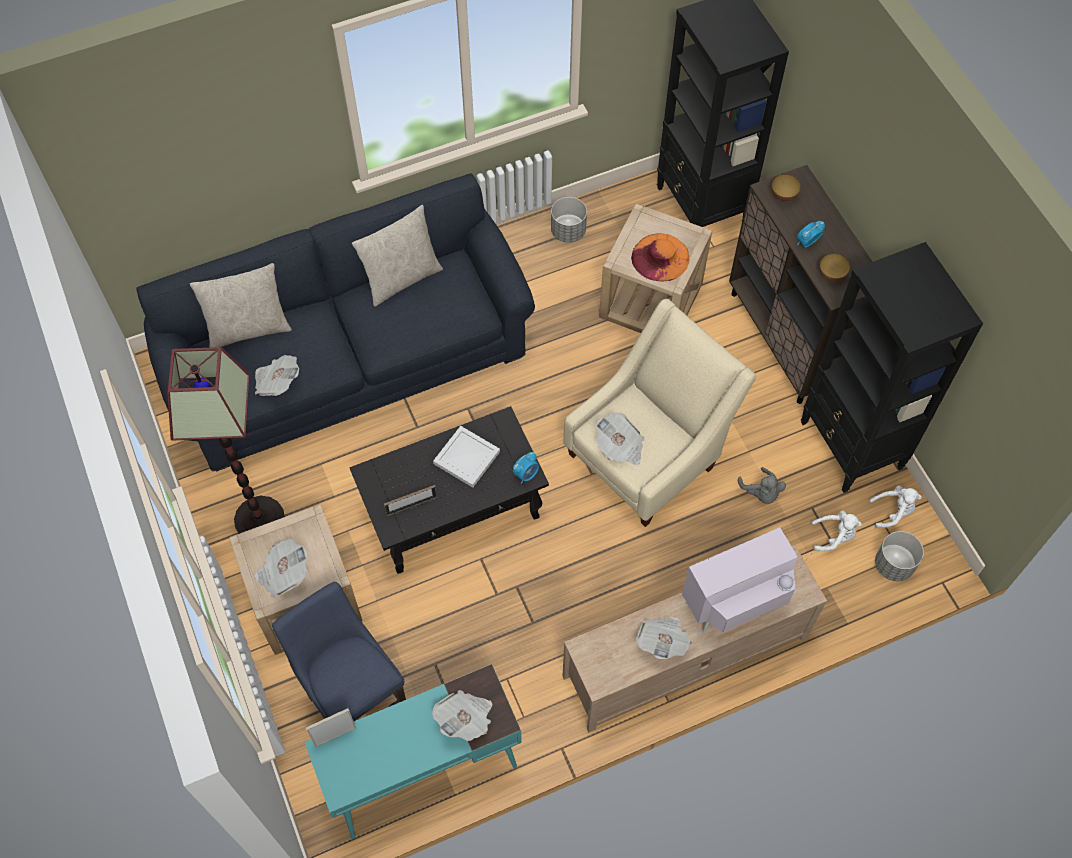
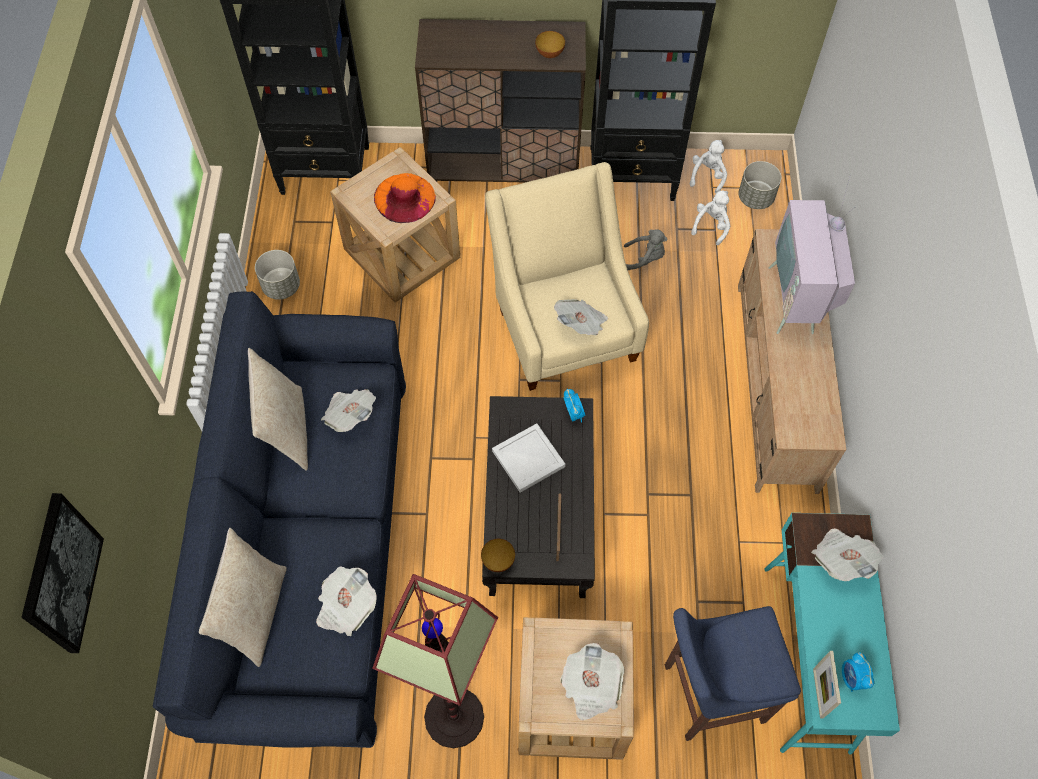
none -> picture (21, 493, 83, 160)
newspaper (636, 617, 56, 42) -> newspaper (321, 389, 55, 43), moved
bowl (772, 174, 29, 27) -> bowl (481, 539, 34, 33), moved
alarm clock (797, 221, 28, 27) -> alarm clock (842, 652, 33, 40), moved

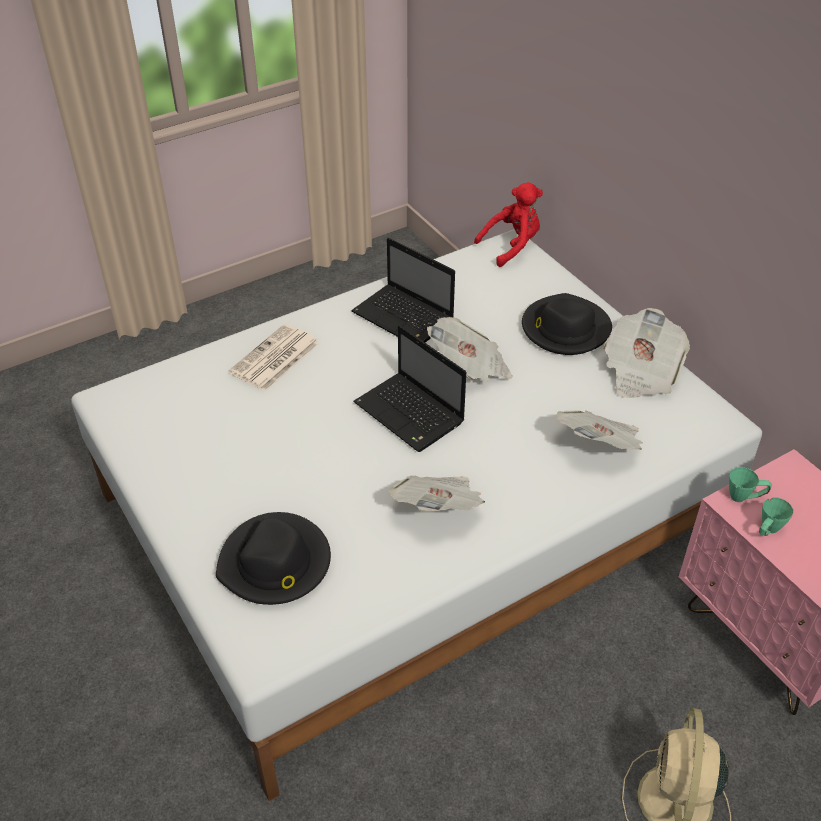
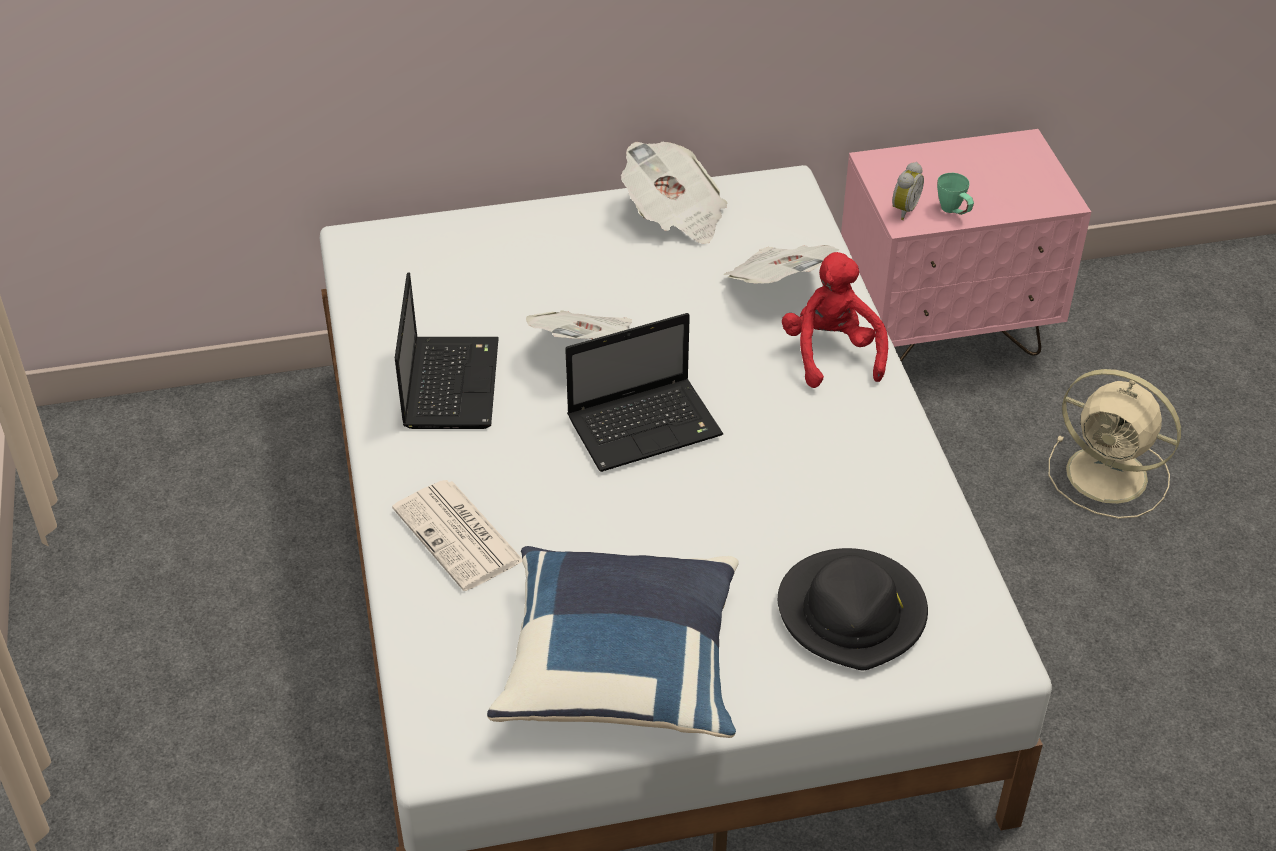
laptop (351, 238, 104, 105) -> laptop (395, 273, 104, 156), 60 degrees counterclockwise
none -> pillow (blue) (487, 546, 252, 192)
plush toy (red) (474, 182, 69, 85) -> plush toy (red) (782, 252, 106, 136), moved
mug (green) (729, 467, 43, 35) -> alarm clock (892, 162, 32, 58)
newspaper (389, 476, 96, 35) -> none
hat (black) (522, 293, 90, 62) -> none

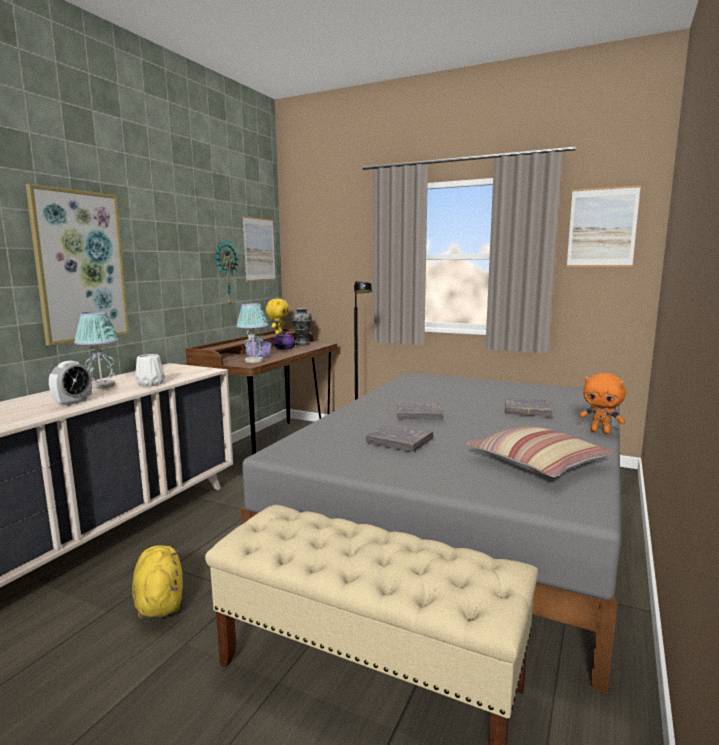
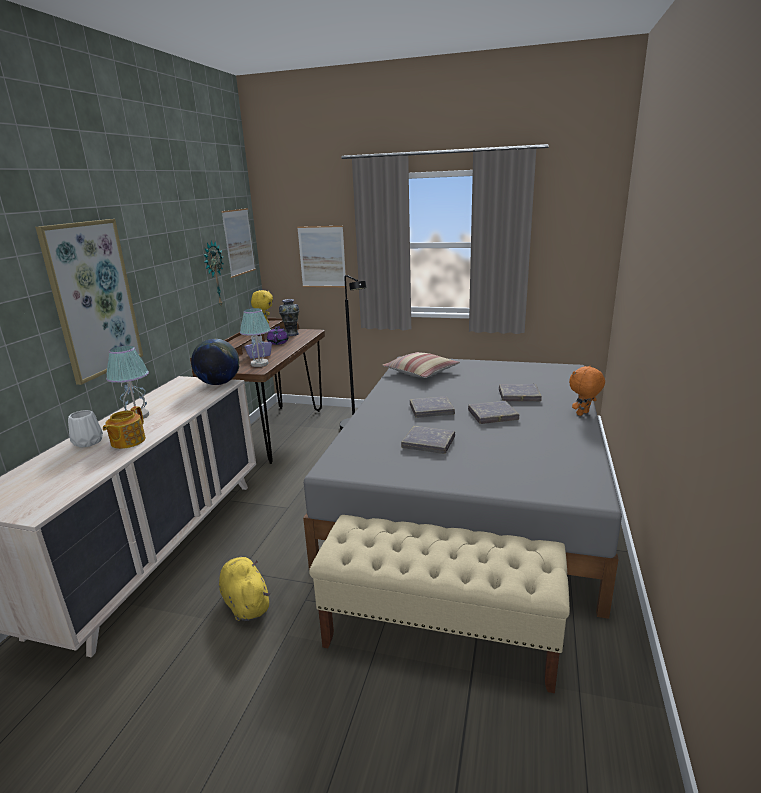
vase (white) (135, 354, 30, 32) -> vase (white) (68, 410, 35, 38), moved
alarm clock (49, 361, 43, 45) -> teapot (103, 406, 43, 43)
none -> globe (191, 339, 48, 46)
picture (567, 185, 74, 82) -> picture (297, 226, 50, 61), moved
pillow (467, 425, 147, 52) -> pillow (382, 352, 78, 26), moved
none -> book (grey) (468, 401, 51, 23)
plush toy (orange) (579, 373, 47, 61) -> plush toy (orange) (569, 366, 36, 50), 120 degrees clockwise

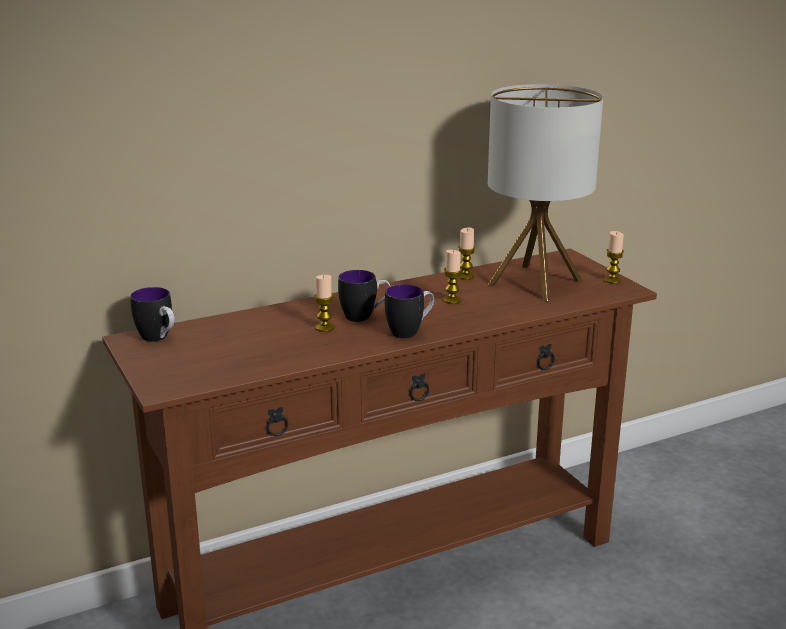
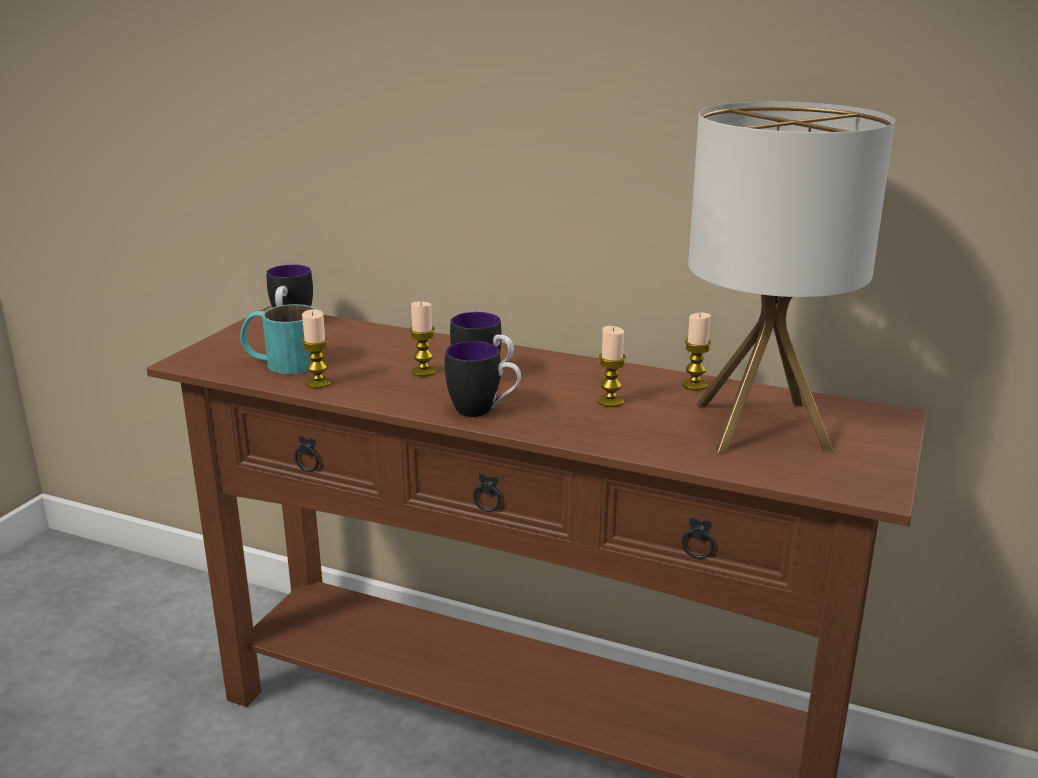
none -> mug (turquoise) (240, 304, 77, 70)
candle (604, 231, 20, 53) -> candle (302, 309, 29, 80), moved

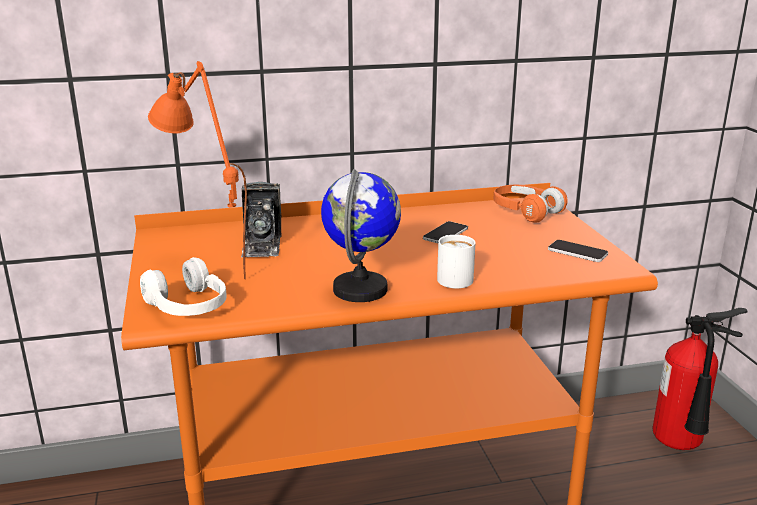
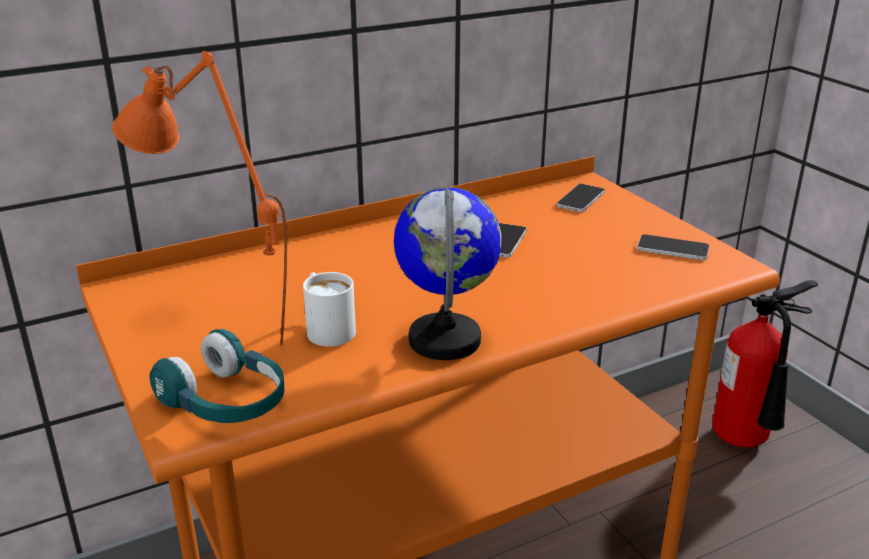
headphones (white) (140, 257, 87, 59) -> headphones (turquoise) (149, 329, 136, 94)
mug (white) (437, 235, 39, 54) -> mug (white) (303, 272, 53, 75), moved
headphones (orange) (494, 185, 73, 38) -> phone (557, 184, 48, 28)
photo camera (241, 182, 41, 76) -> none

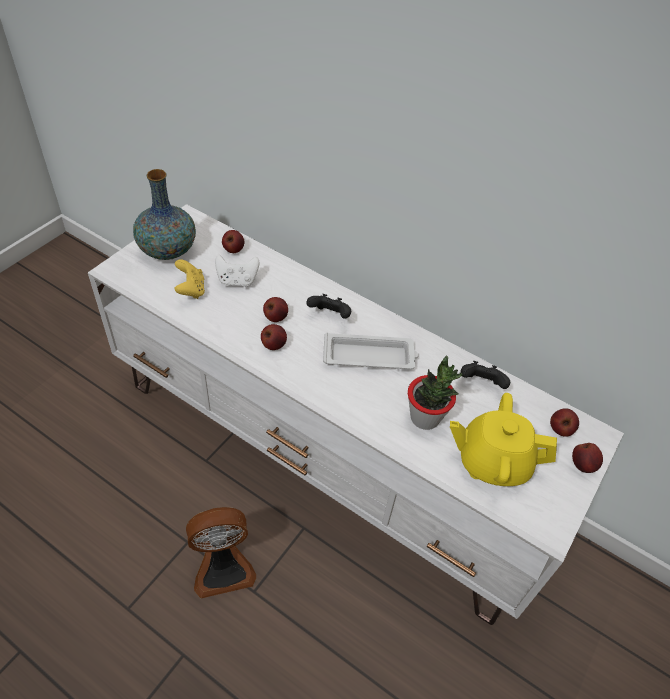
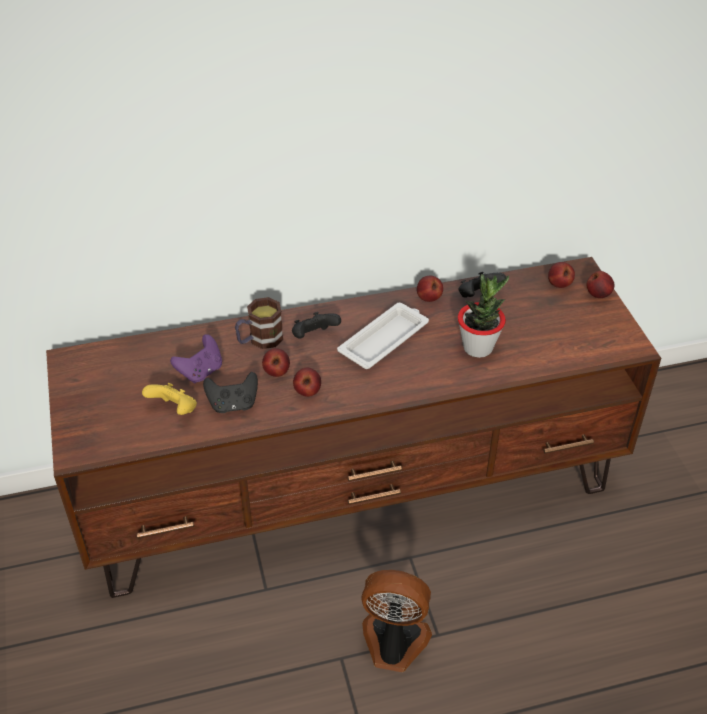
tv stand (white) (88, 204, 536, 421) -> tv stand (brown) (46, 257, 615, 341)
game controller (white) (215, 255, 44, 32) -> game controller (purple) (170, 334, 52, 49)
none -> game controller (black) (203, 372, 55, 41)
none -> mug (235, 297, 48, 52)
fan (186, 507, 70, 91) -> fan (361, 570, 71, 102), 105 degrees counterclockwise
apple (222, 230, 22, 23) -> apple (417, 276, 26, 26), moved
vase (133, 169, 63, 91) -> none
teapot (yellow) (450, 393, 107, 93) -> none

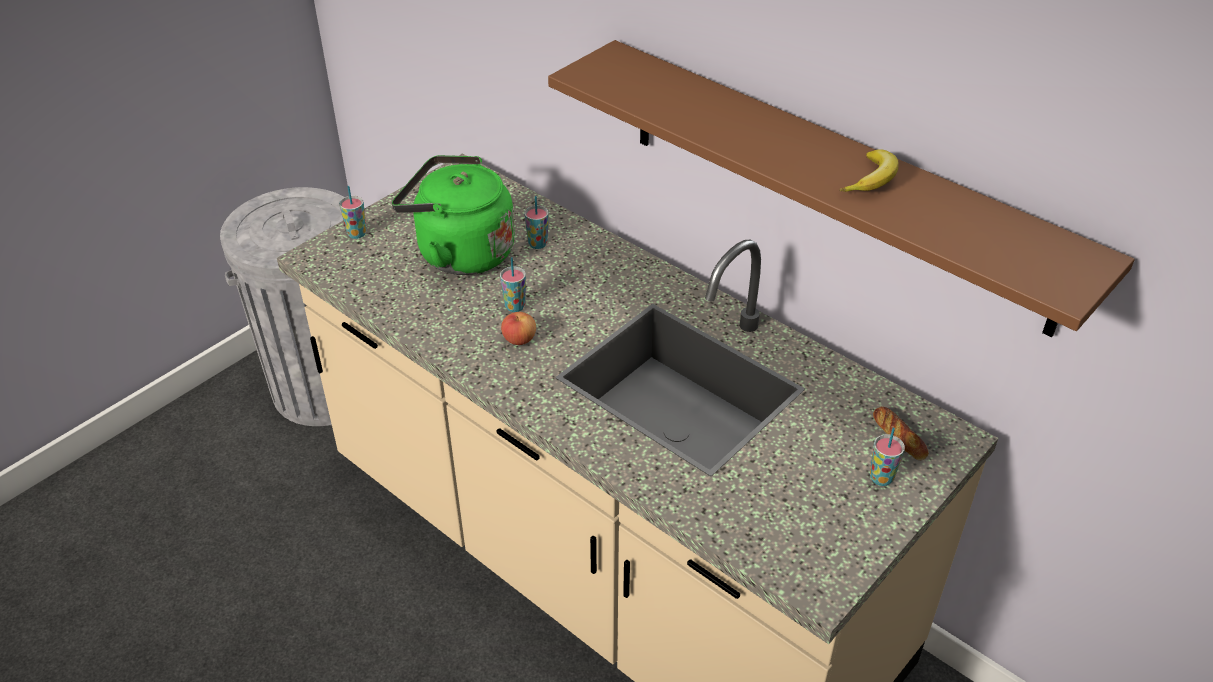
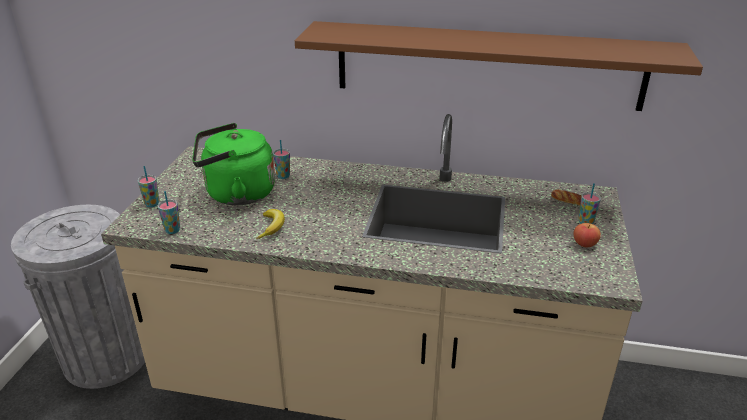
cup (500, 257, 26, 55) -> cup (158, 191, 22, 43), moved
banana (839, 149, 60, 43) -> banana (256, 209, 29, 30), moved
apple (501, 312, 35, 33) -> apple (574, 223, 27, 24), moved

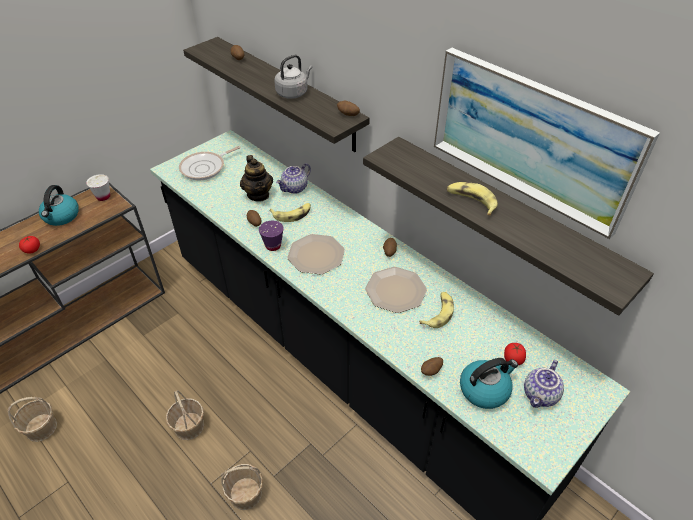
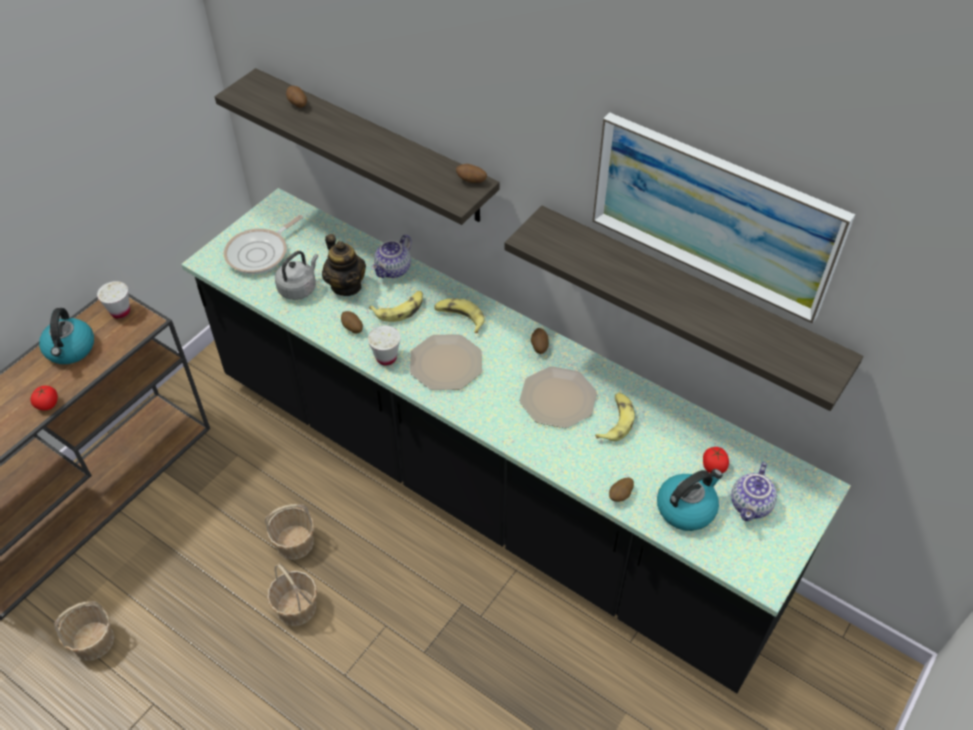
basket (221, 464, 42, 46) -> basket (265, 504, 50, 56), moved
kettle (grey) (274, 55, 38, 44) -> kettle (grey) (275, 251, 43, 49), moved
cup (purple) (259, 221, 25, 30) -> cup (white) (368, 326, 32, 39)
banana (447, 182, 51, 34) -> banana (434, 298, 50, 35), moved

